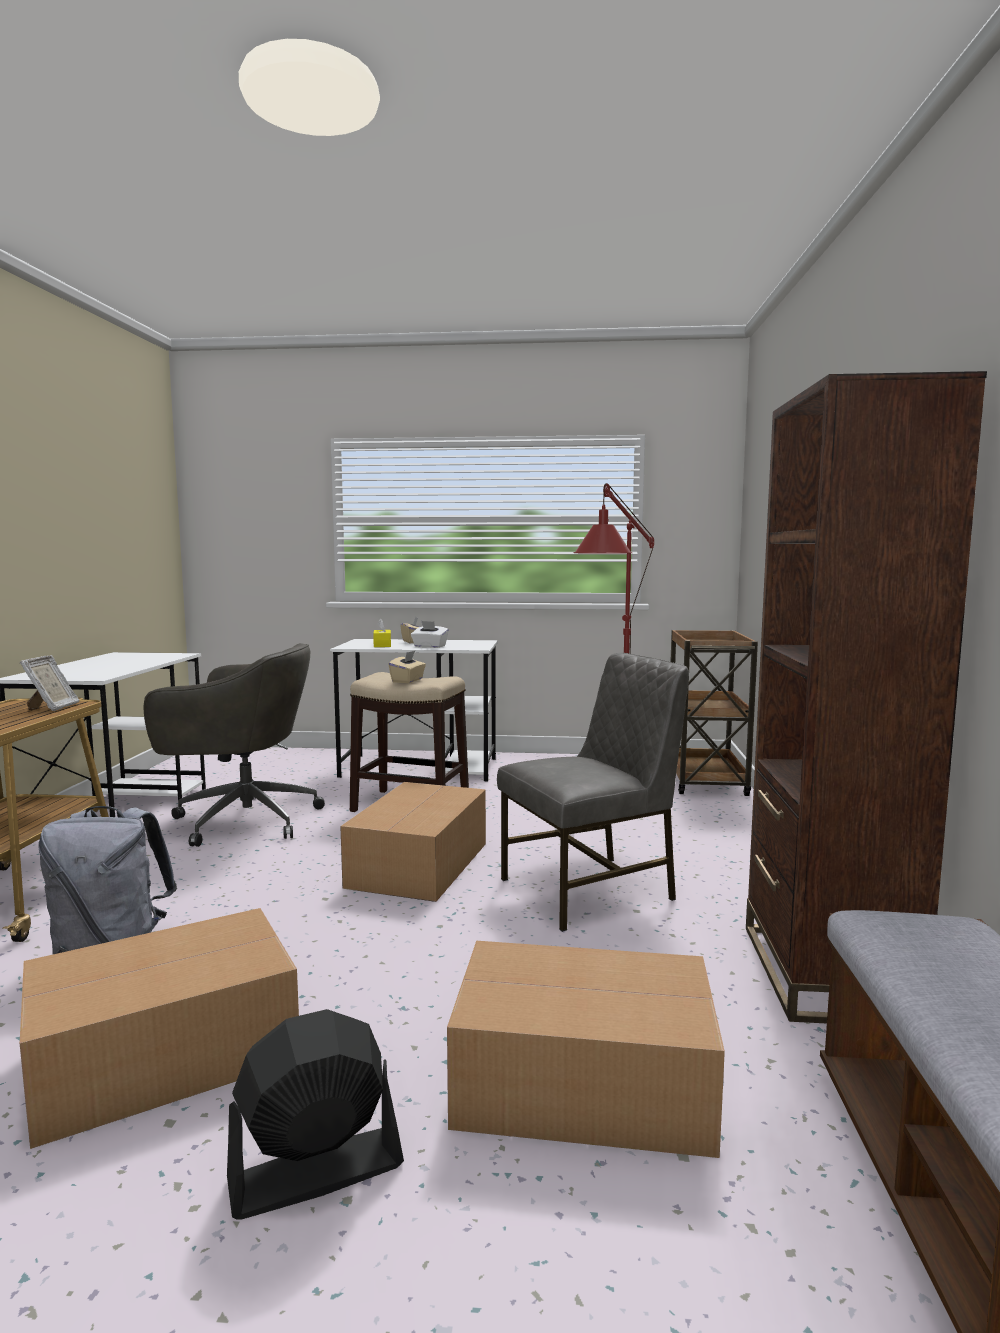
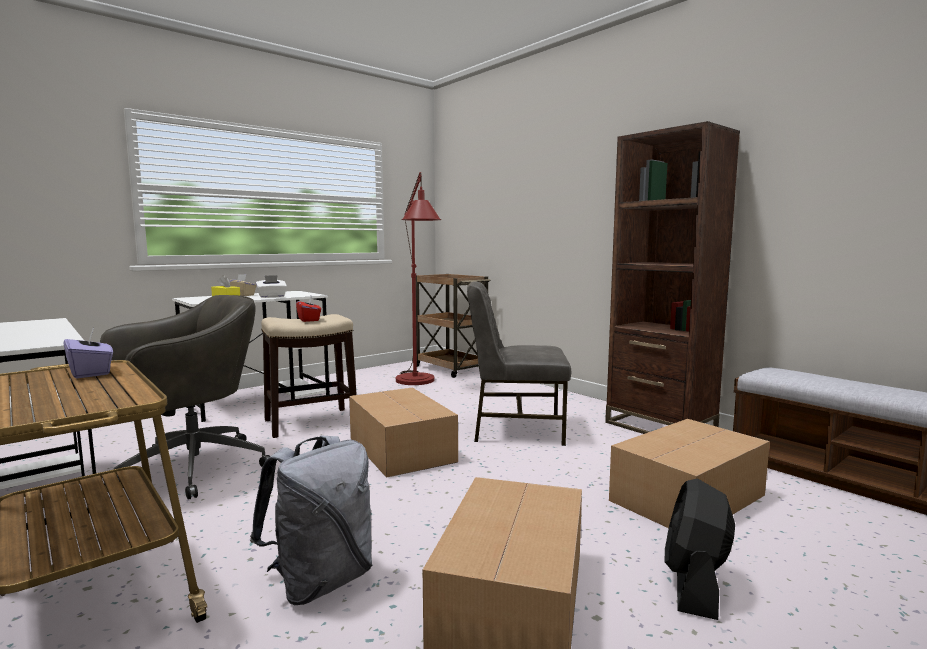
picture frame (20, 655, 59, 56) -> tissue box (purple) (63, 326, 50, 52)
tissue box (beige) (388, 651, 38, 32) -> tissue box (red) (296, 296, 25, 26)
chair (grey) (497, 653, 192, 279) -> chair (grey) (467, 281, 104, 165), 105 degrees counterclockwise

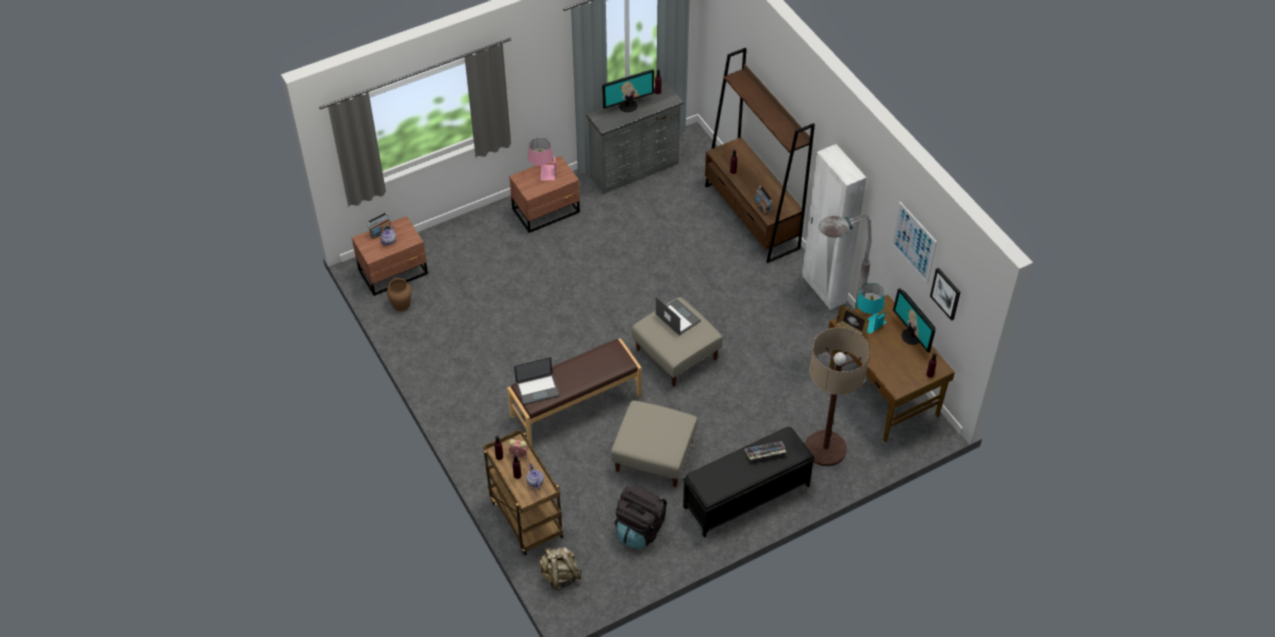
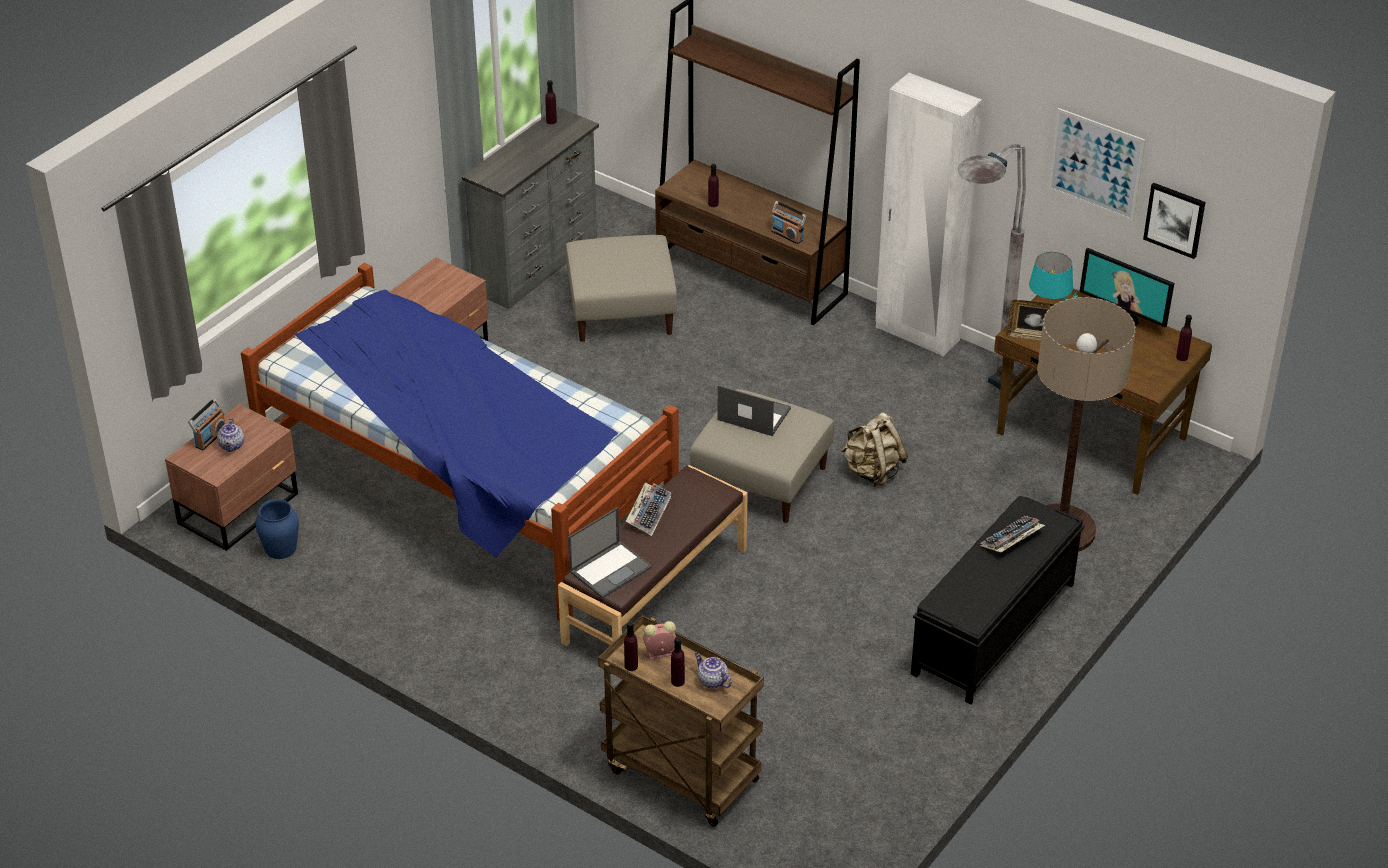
none -> bed (241, 262, 438, 359)
vase (brown) (387, 278, 24, 33) -> vase (blue) (255, 499, 44, 60)
ottoman (beige) (611, 400, 87, 87) -> ottoman (beige) (566, 235, 111, 107), moved
none -> keyboard (625, 482, 46, 54)
backpack (beige) (539, 547, 43, 43) -> backpack (beige) (841, 413, 67, 74), moved
table lamp (pink) (528, 138, 28, 43) -> none
monitor (602, 69, 52, 43) -> none
backpack (black) (615, 486, 52, 63) -> none

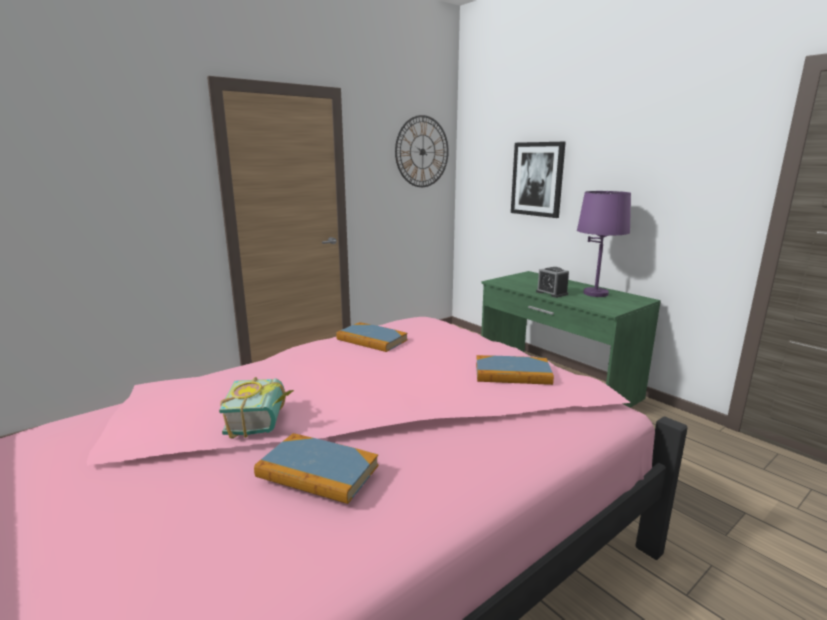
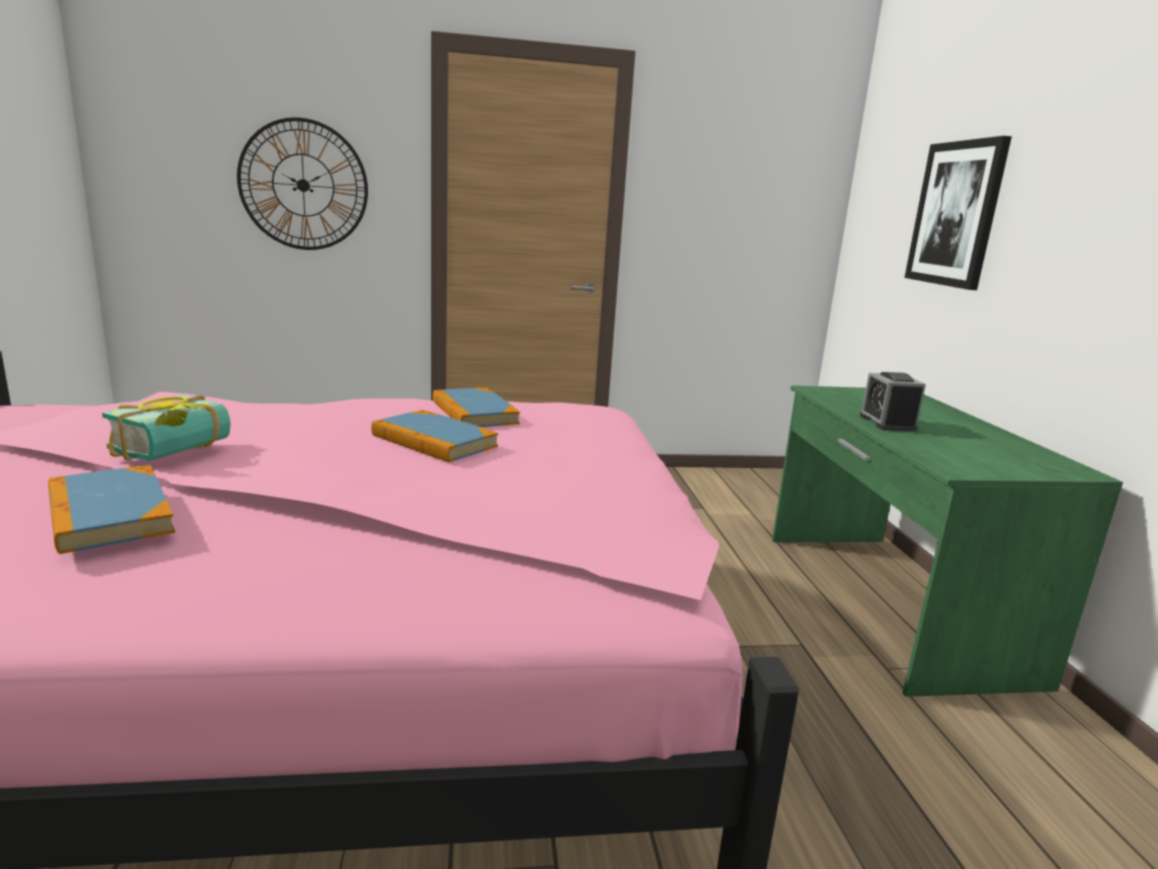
wall clock (395, 115, 54, 72) -> wall clock (237, 117, 131, 133), moved
book (476, 355, 78, 30) -> book (371, 410, 127, 52), moved
table lamp (purple) (577, 191, 54, 106) -> none

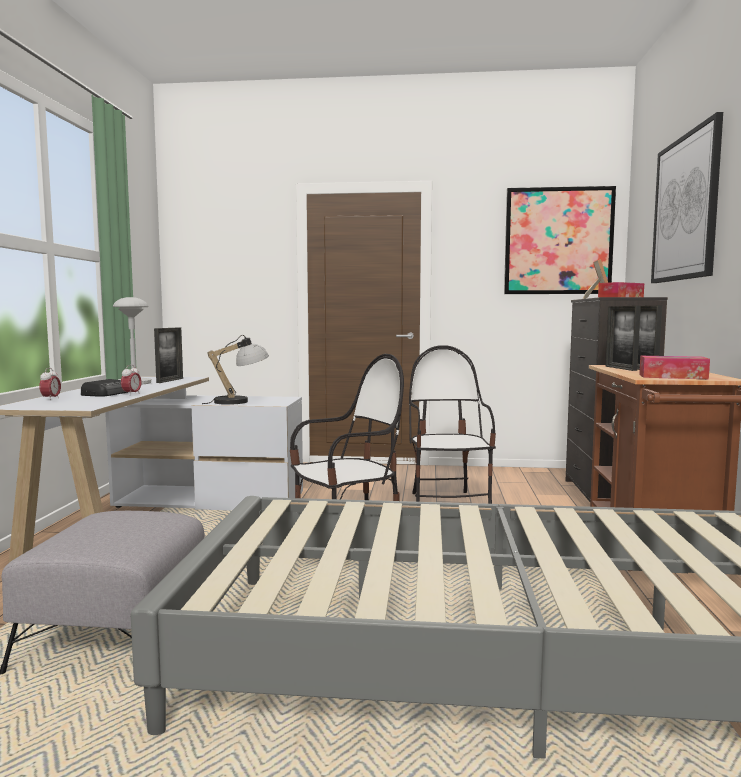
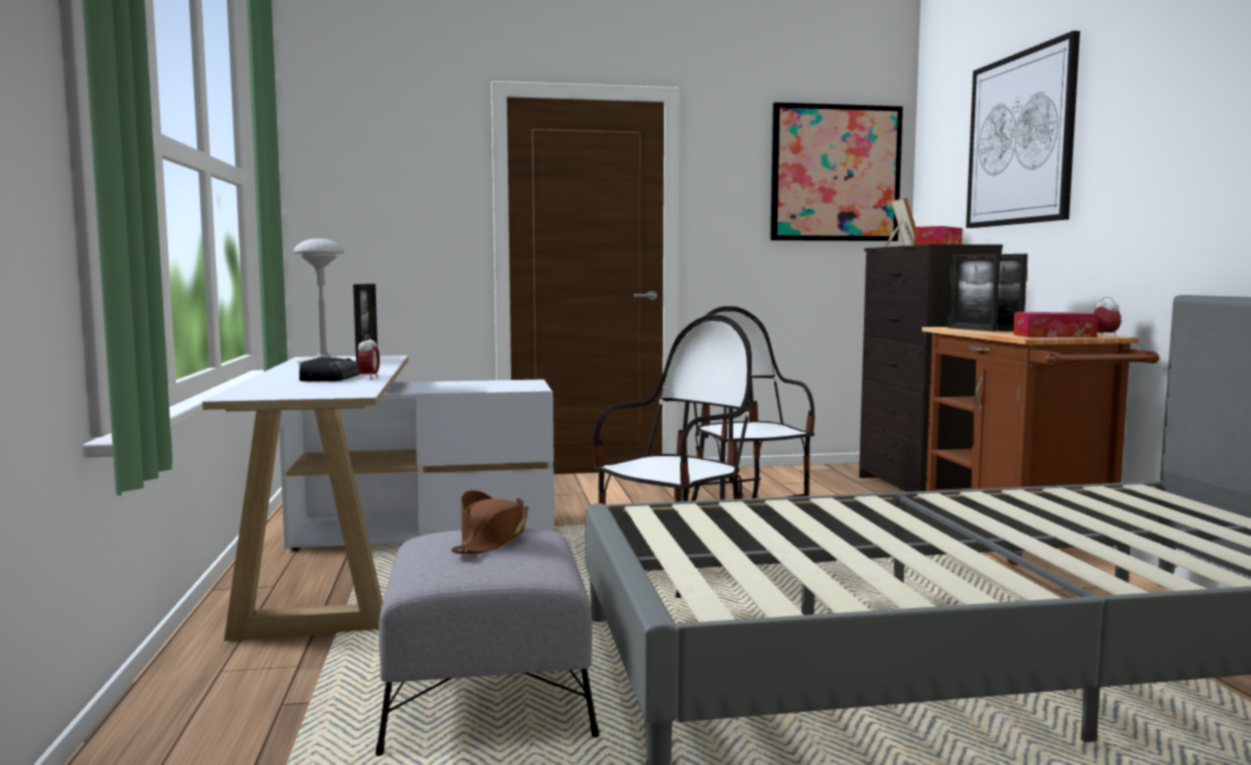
none -> hat (brown) (451, 490, 78, 64)
alarm clock (39, 368, 22, 31) -> alarm clock (1094, 297, 27, 39), moved
table lamp (202, 335, 67, 70) -> none

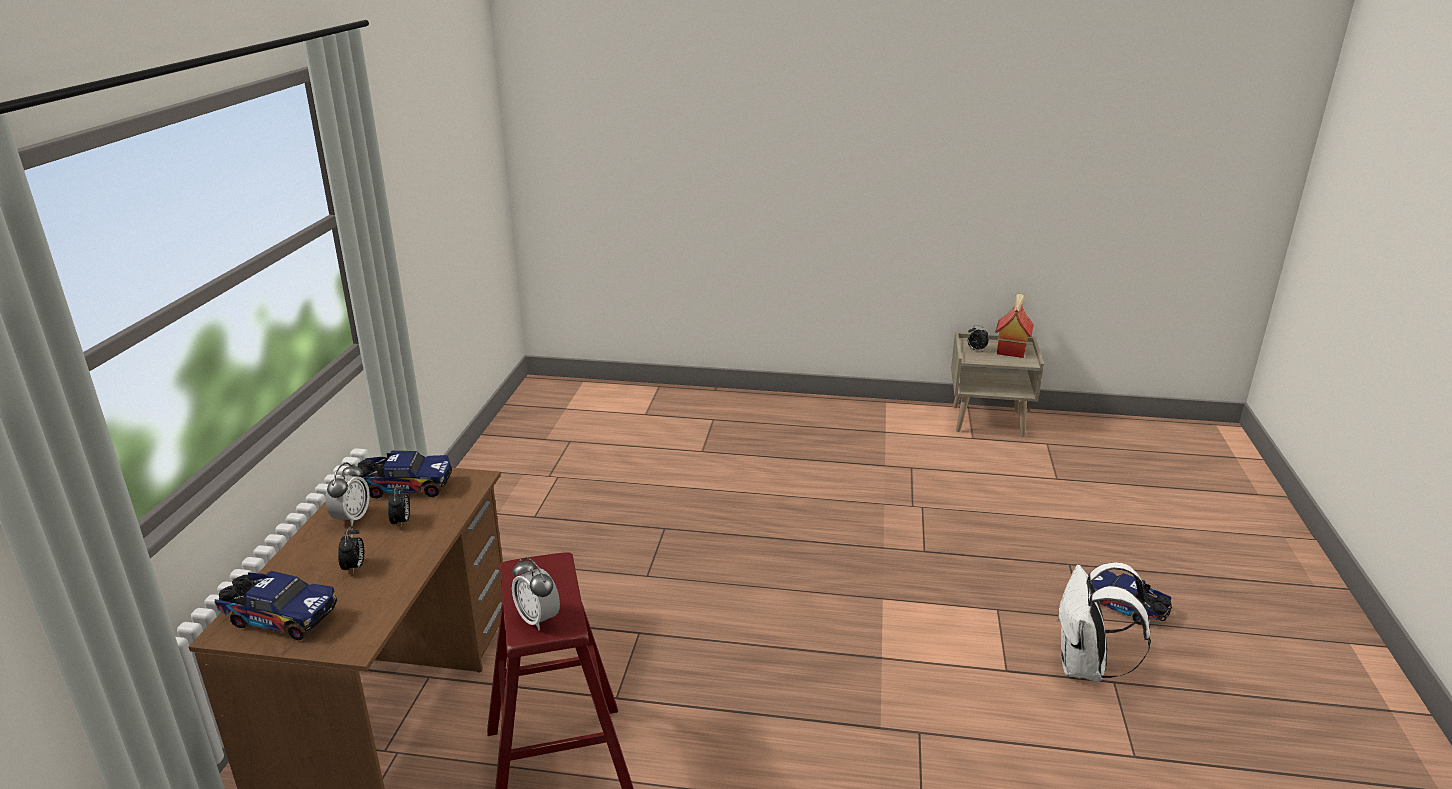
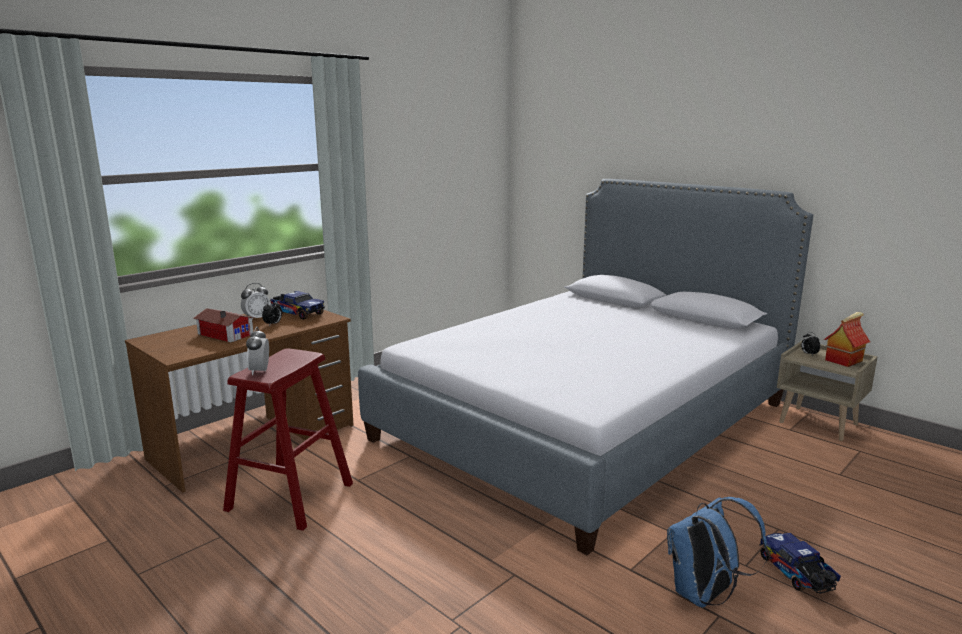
alarm clock (338, 527, 26, 48) -> toy house (193, 308, 61, 34)
none -> bed (358, 179, 455, 376)
backpack (white) (1056, 563, 95, 119) -> backpack (blue) (667, 497, 101, 110)
toy truck (215, 571, 122, 70) -> none

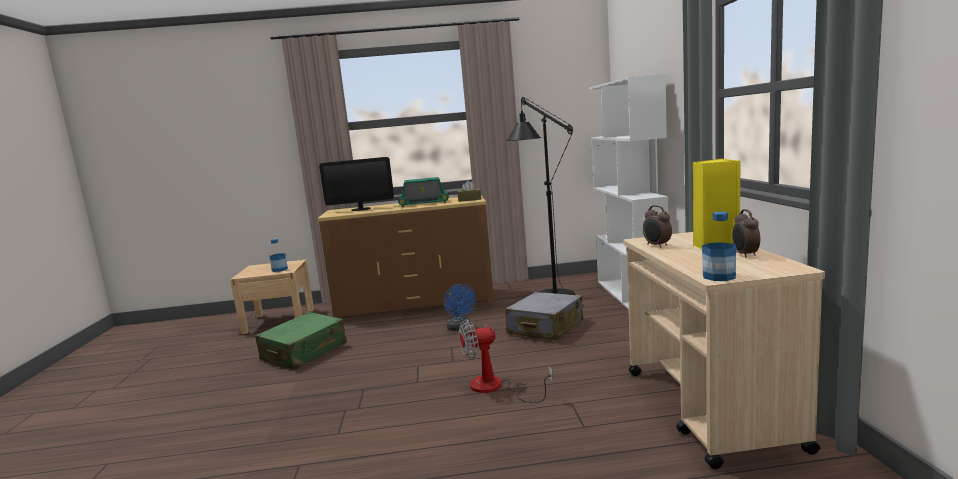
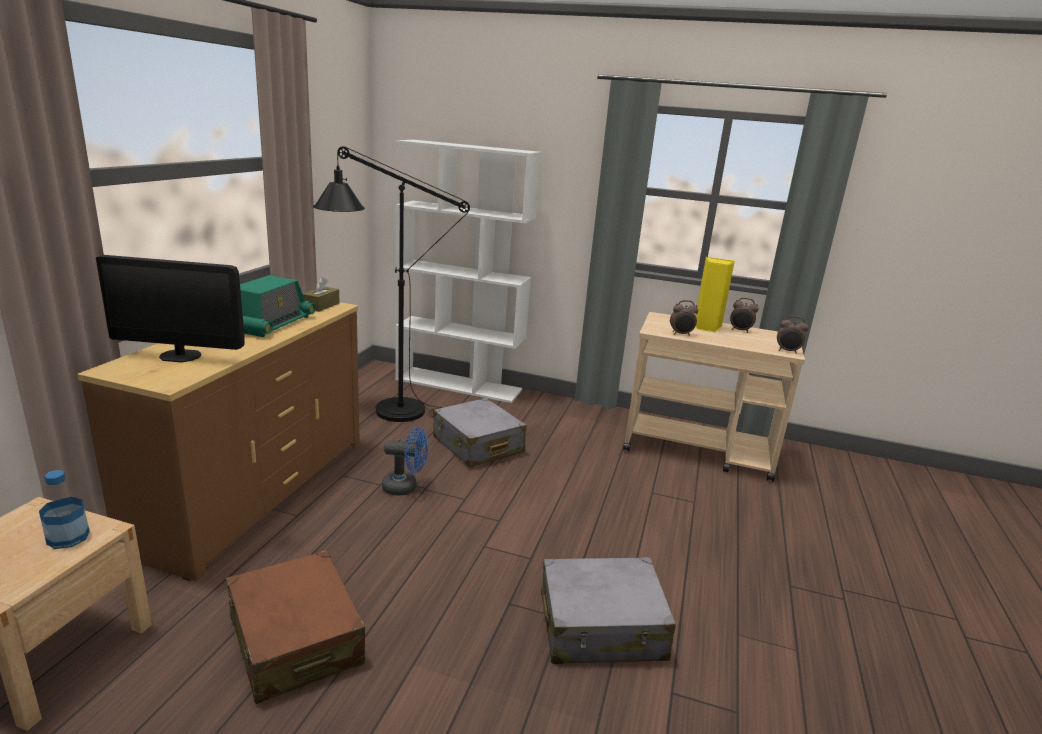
monitor (319, 157, 75, 54) -> monitor (96, 255, 149, 107), 75 degrees clockwise
suitcase (green) (255, 312, 92, 58) -> suitcase (brown) (226, 550, 139, 154)
none -> suitcase (grey) (541, 557, 135, 107)
bottle (702, 212, 34, 69) -> alarm clock (777, 316, 31, 38)
fan (459, 319, 94, 84) -> none

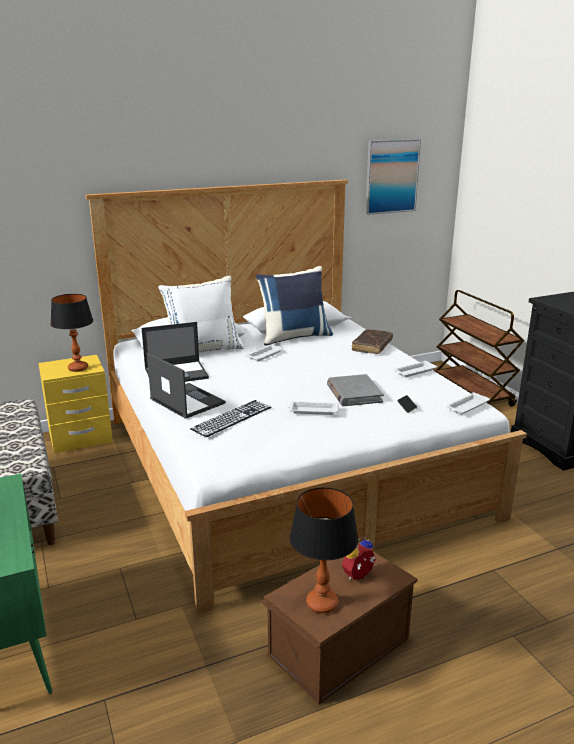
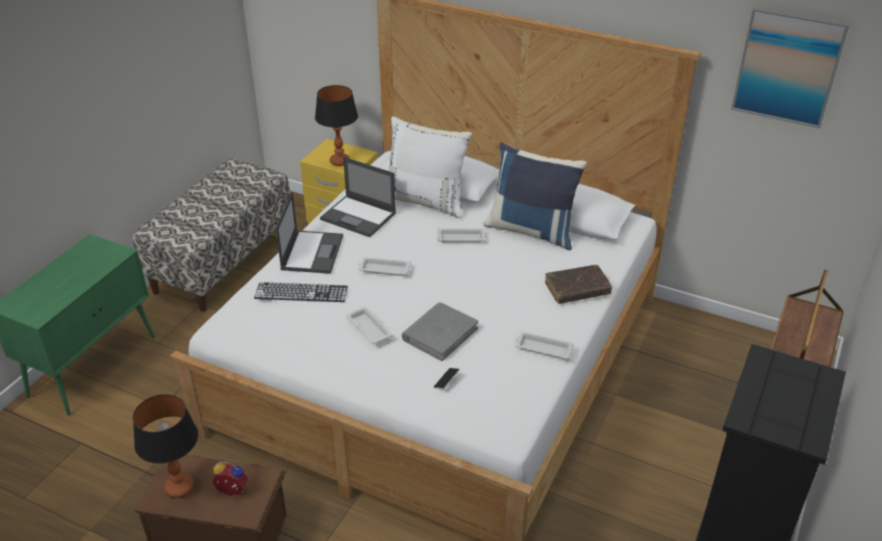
tray (white) (446, 392, 44, 23) -> tray (white) (358, 257, 53, 19), moved

